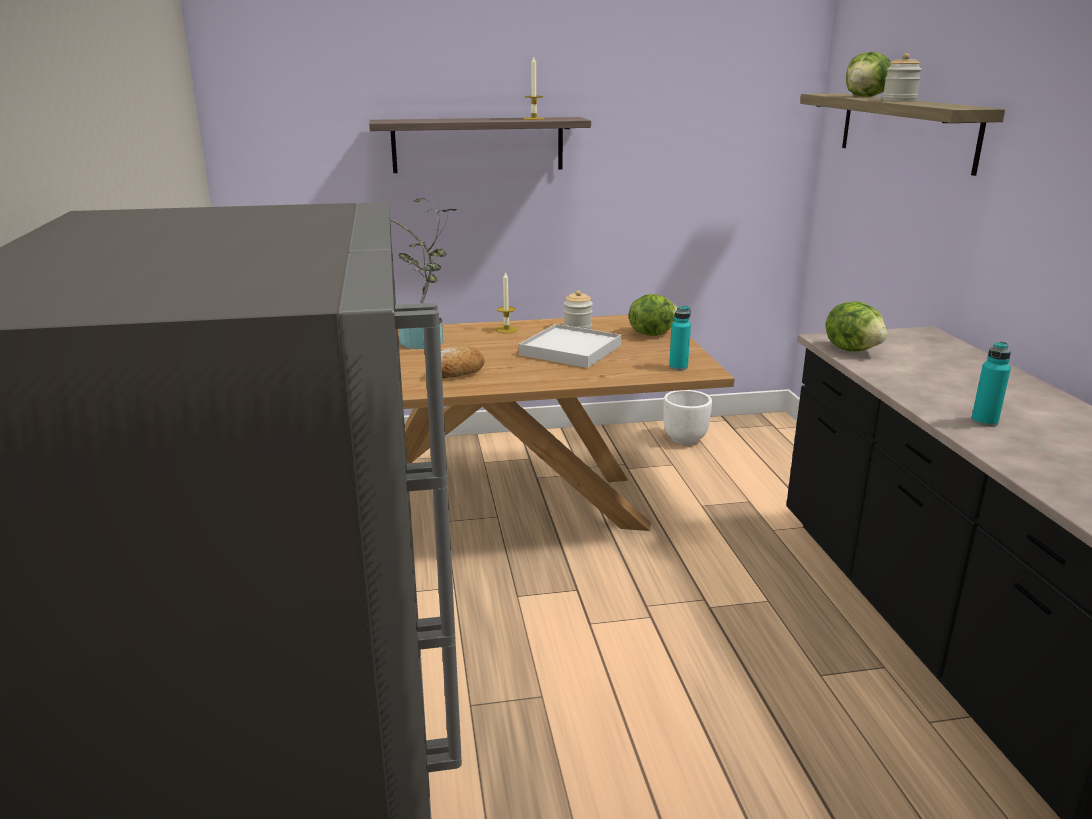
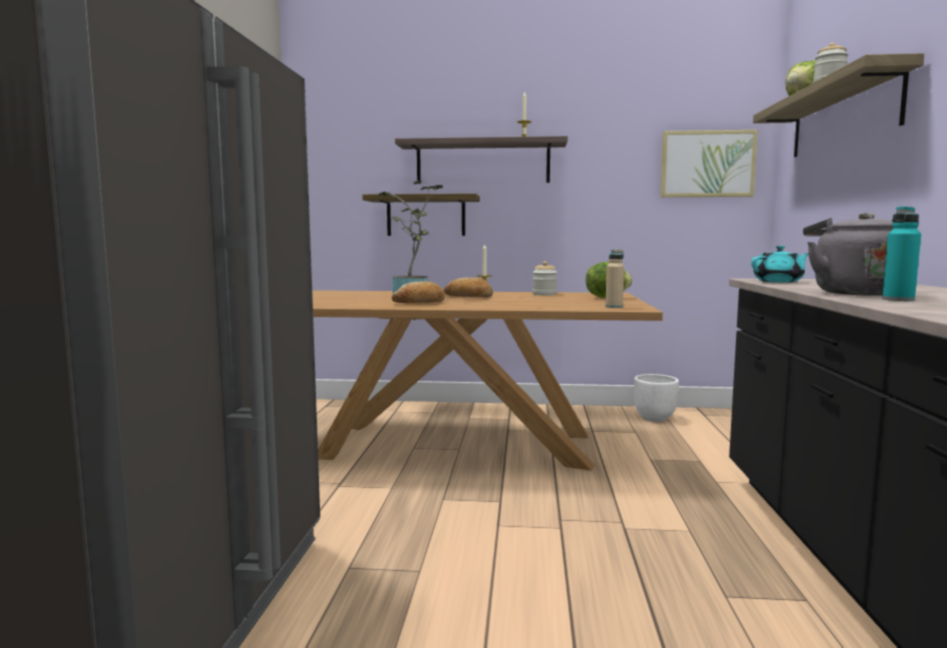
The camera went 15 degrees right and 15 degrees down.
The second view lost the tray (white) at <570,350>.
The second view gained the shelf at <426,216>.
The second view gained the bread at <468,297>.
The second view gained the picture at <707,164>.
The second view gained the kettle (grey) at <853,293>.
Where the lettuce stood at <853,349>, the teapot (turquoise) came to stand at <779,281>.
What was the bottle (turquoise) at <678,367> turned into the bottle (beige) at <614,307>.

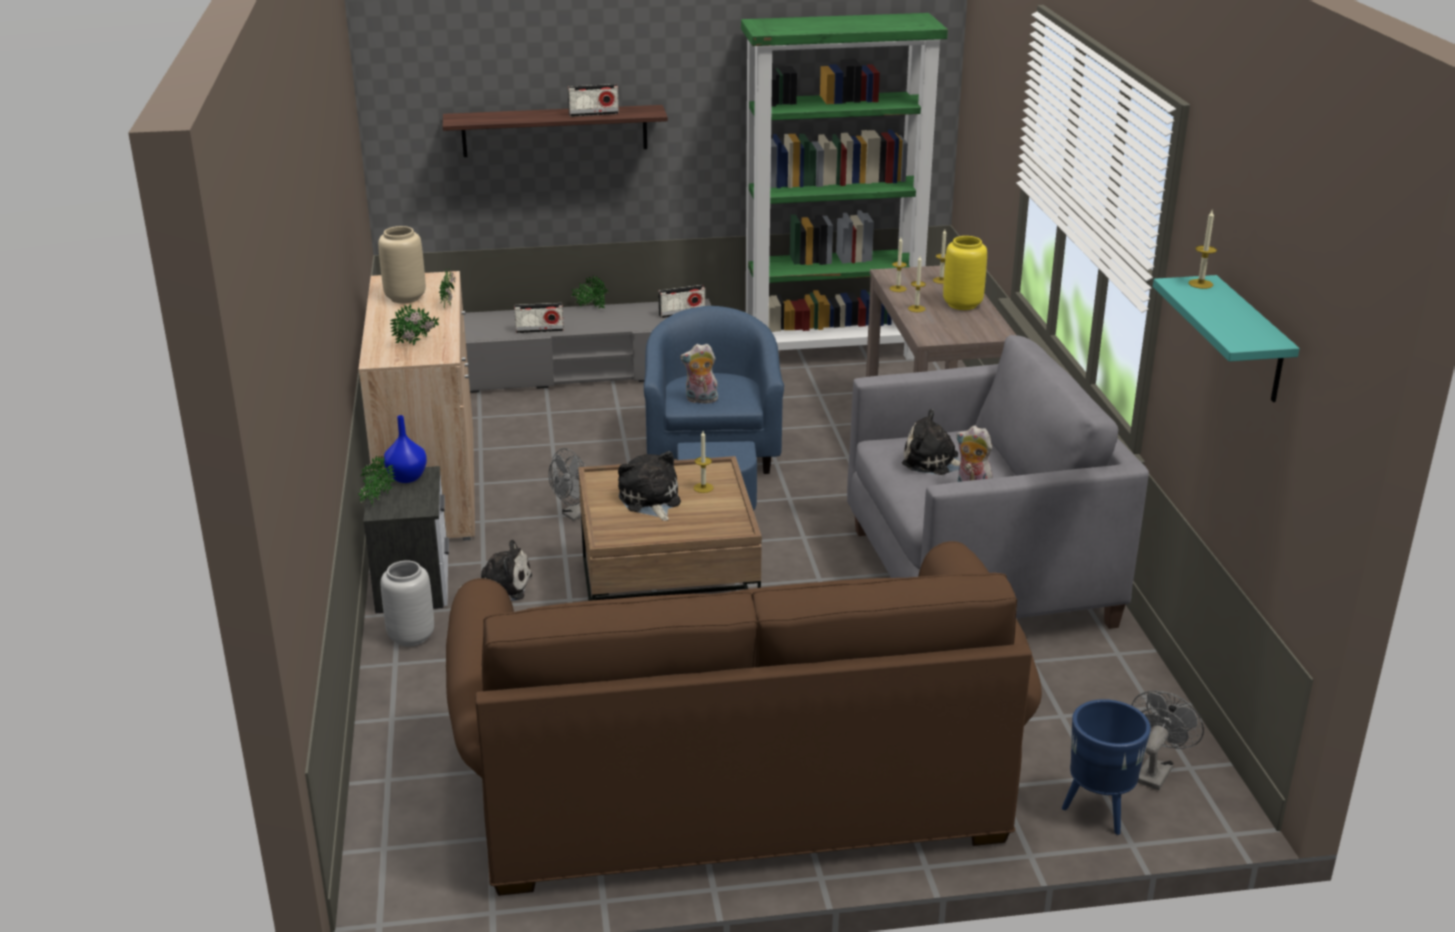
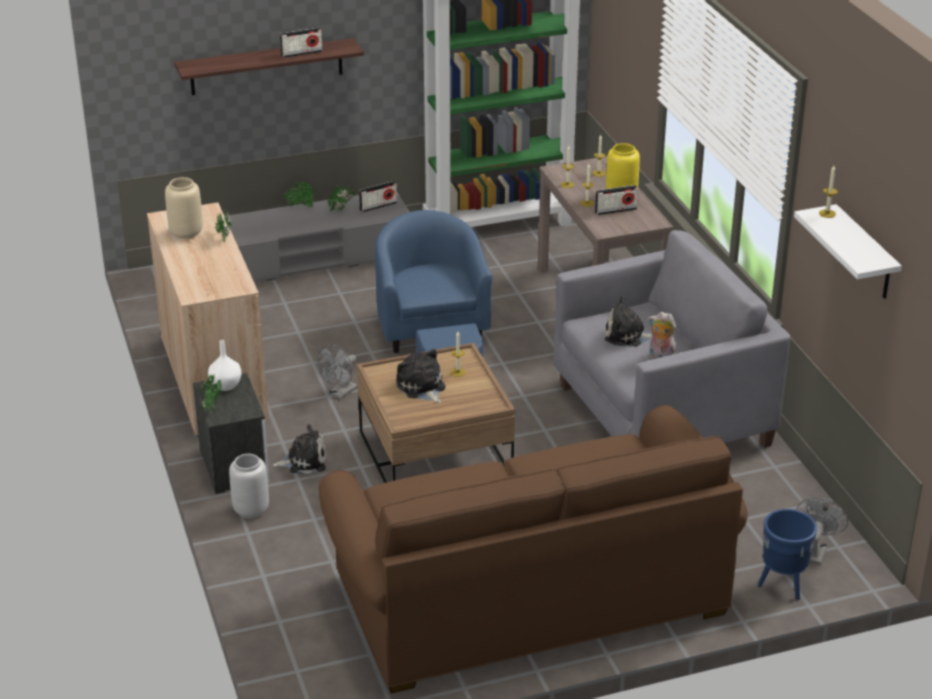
The camera went 10 degrees left and 5 degrees up.
The second view lost the plush toy at <700,400>.
The potted plant ended up elsewhere, having gone from <417,343> to <342,209>.
The radio ended up elsewhere, having gone from <539,330> to <615,210>.
What was the vase (blue) at <407,478> turned into the vase (white) at <226,386>.
What was the shelf (turquoise) at <1250,341> turned into the shelf (white) at <865,254>.

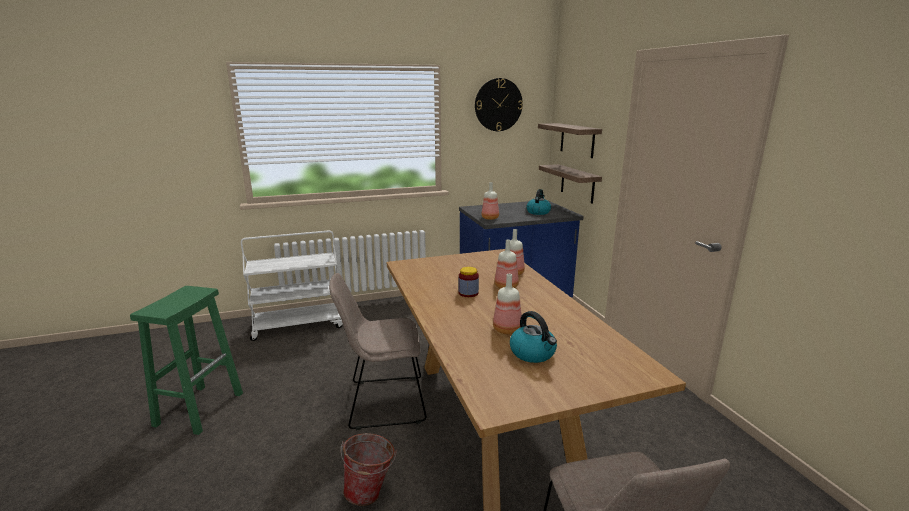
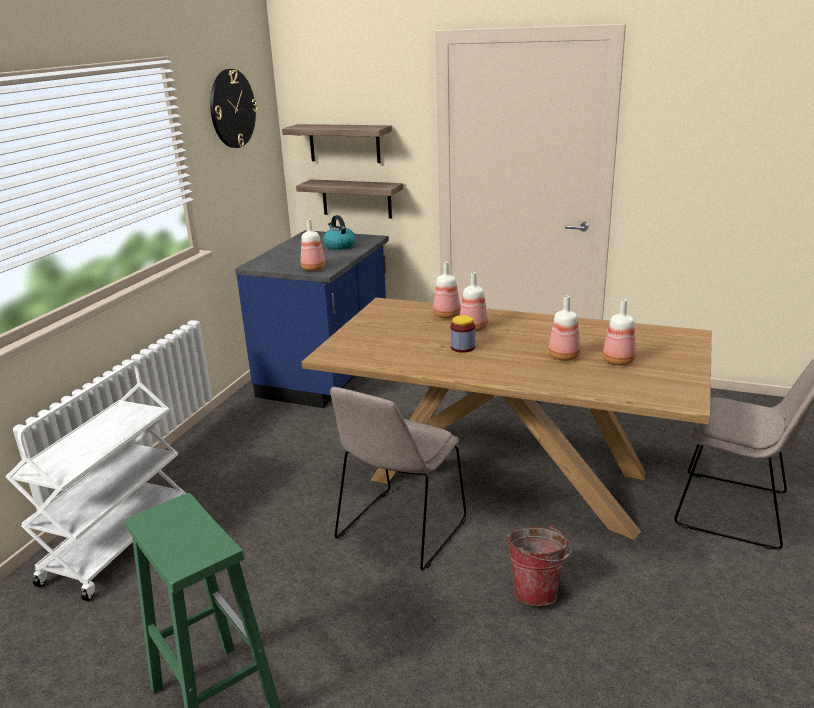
The camera went 50 degrees left and 5 degrees up.
Where the kettle stood at <533,353>, the bottle came to stand at <617,361>.

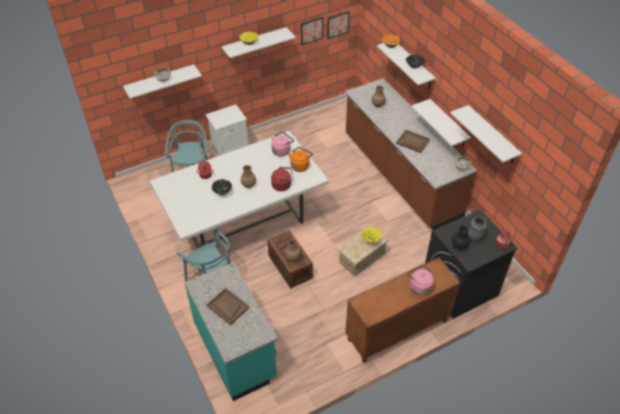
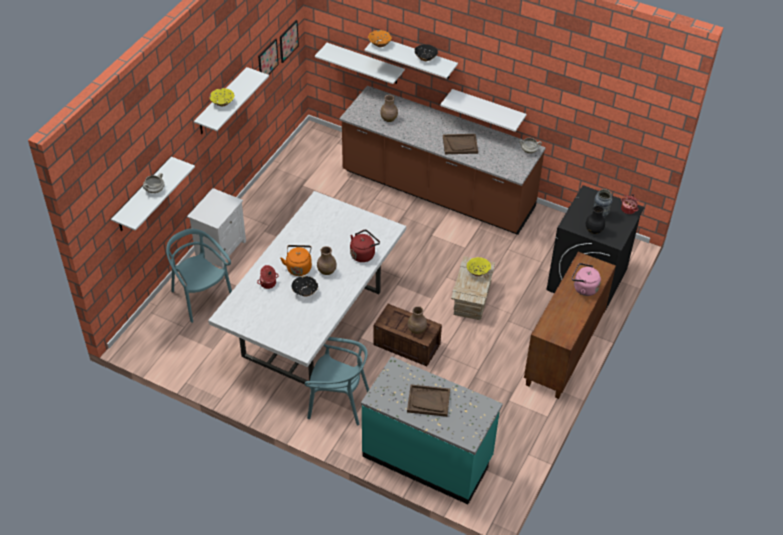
The camera went 35 degrees left and 0 degrees up.
The second view lost the kettle (pink) at <282,150>.
The kettle (orange) ended up elsewhere, having gone from <300,166> to <299,267>.
The shelf (white) ended up elsewhere, having gone from <492,135> to <365,64>.

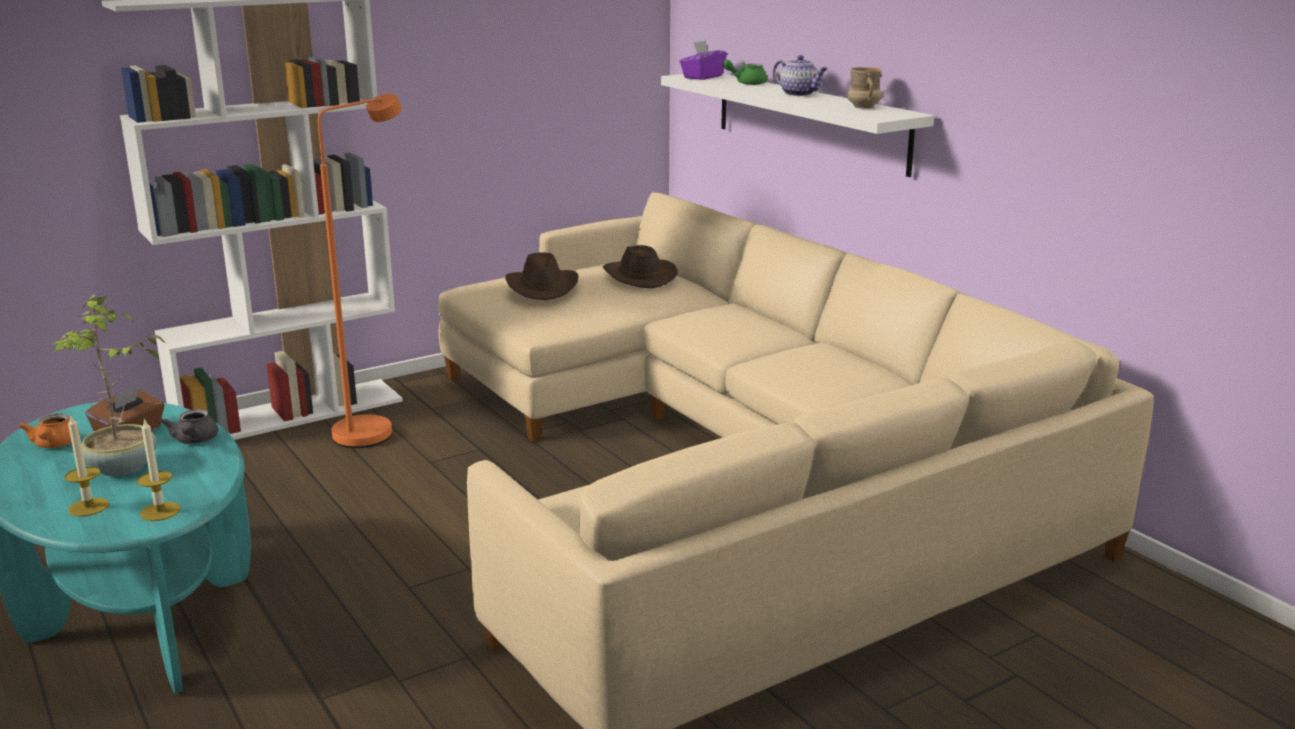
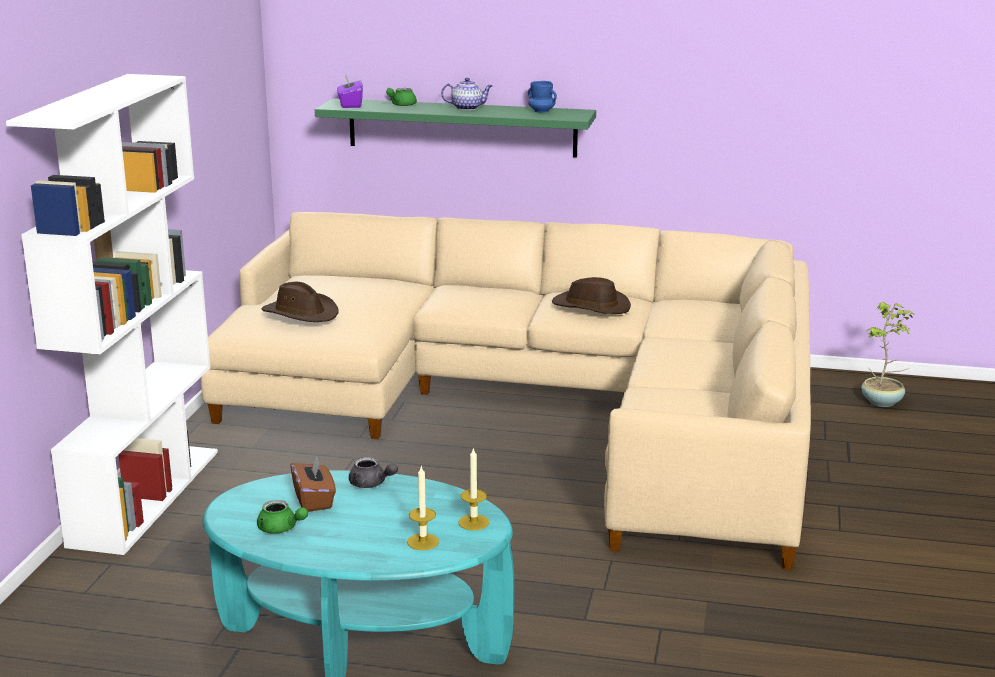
The camera went 45 degrees left and 0 degrees up.
The second view lost the floor lamp (orange) at <374,429>.
The potted plant ended up elsewhere, having gone from <122,468> to <883,402>.
The hat (brown) ended up elsewhere, having gone from <638,276> to <591,306>.
What was the teapot (orange) at <54,445> turned into the teapot (green) at <281,529>.
What was the shelf (white) at <809,120> turned into the shelf (green) at <462,127>.
What was the mug (beige) at <863,107> turned into the mug (blue) at <541,111>.

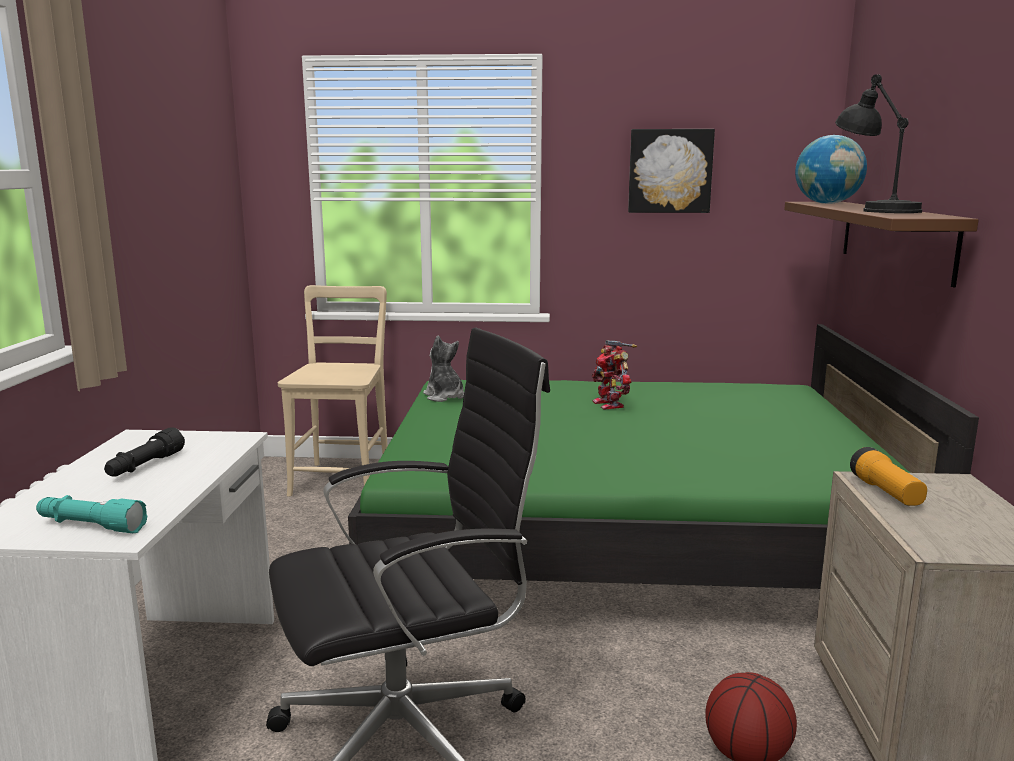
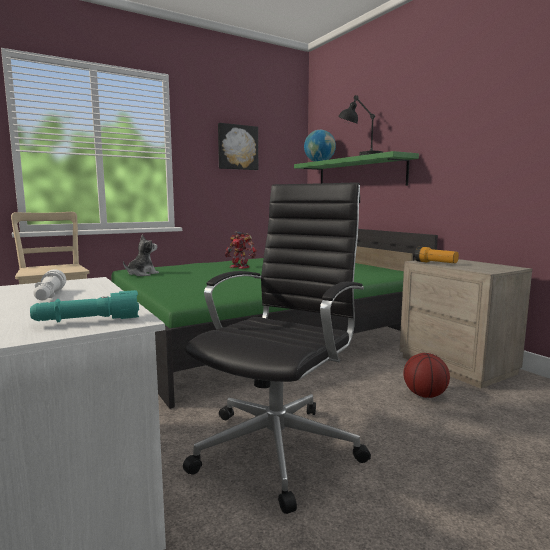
The camera went 35 degrees left and 5 degrees down.
What was the flashlight (black) at <144,466> turned into the flashlight (white) at <49,297>.
What was the shelf (brown) at <894,238> turned into the shelf (green) at <359,173>.
The plush toy at <444,397> ended up facing another way, 105 degrees clockwise from before.

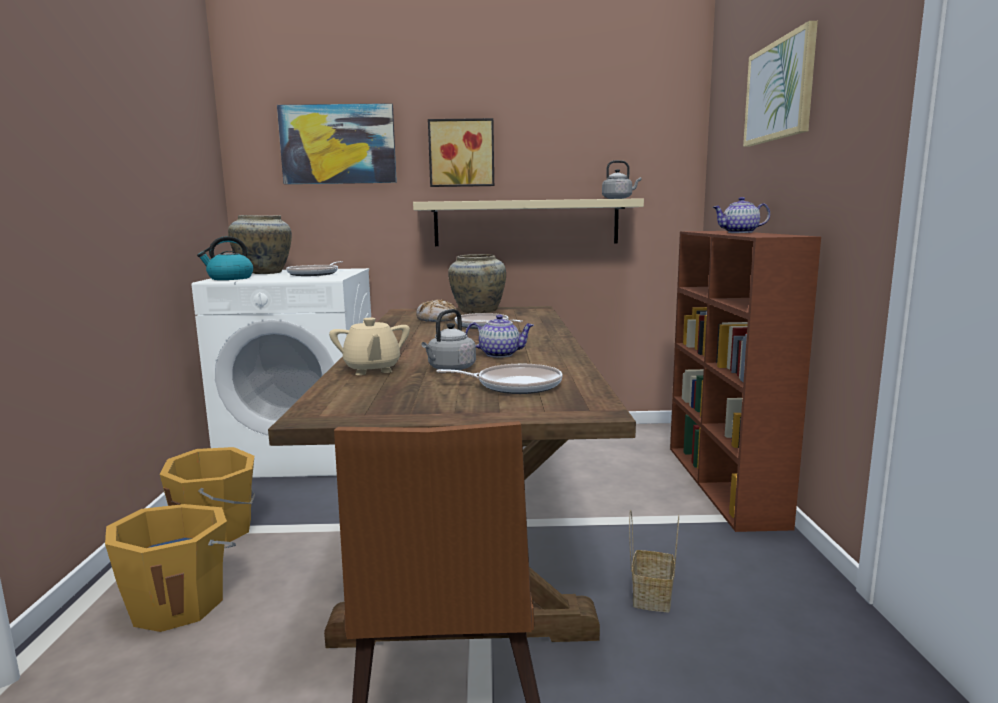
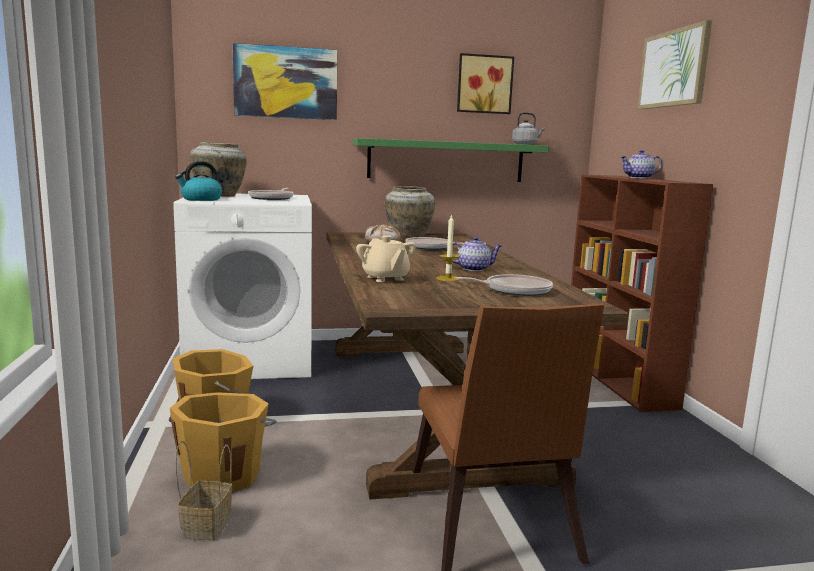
The camera went 10 degrees left and 0 degrees up.
The picture ended up elsewhere, having gone from <461,153> to <484,84>.
The basket ended up elsewhere, having gone from <651,595> to <206,525>.
Where the kettle (grey) stood at <450,369>, the candle came to stand at <448,278>.
What was the shelf (beige) at <526,223> turned into the shelf (green) at <446,161>.

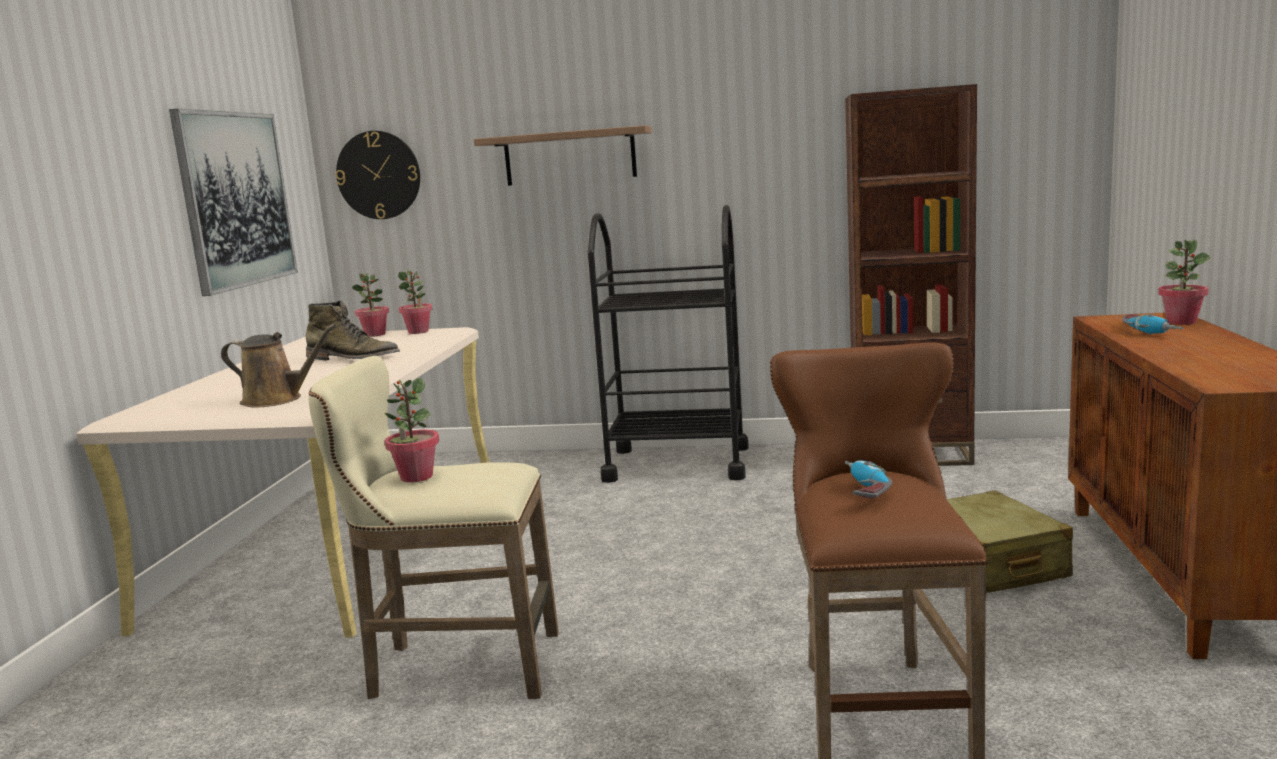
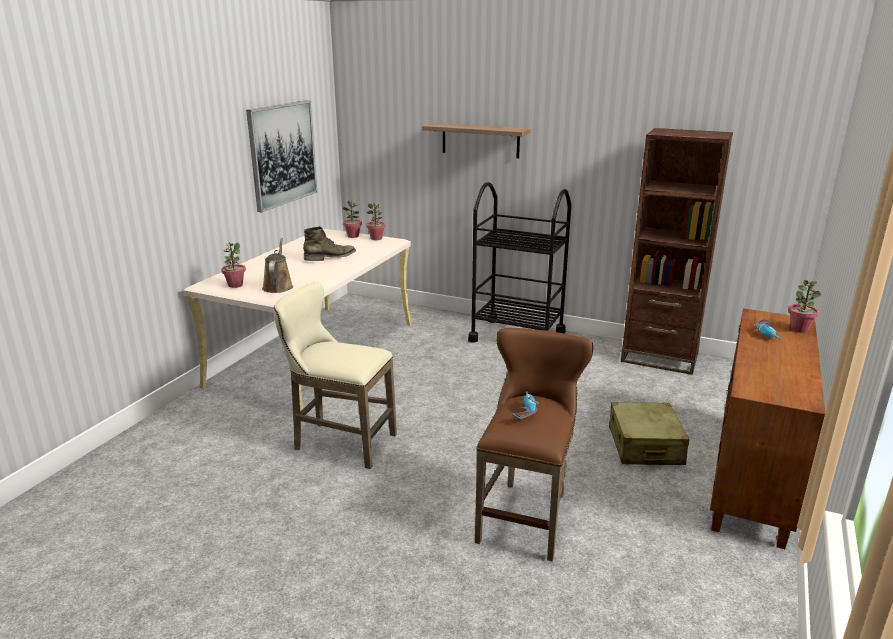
The camera went 15 degrees right and 10 degrees up.
The second view lost the wall clock at <378,175>.
The potted plant ended up elsewhere, having gone from <416,477> to <235,285>.
The watering can (brown) at <277,400> ended up facing another way, 120 degrees counterclockwise from before.
The boot (green) at <353,359> ended up facing another way, 60 degrees counterclockwise from before.

